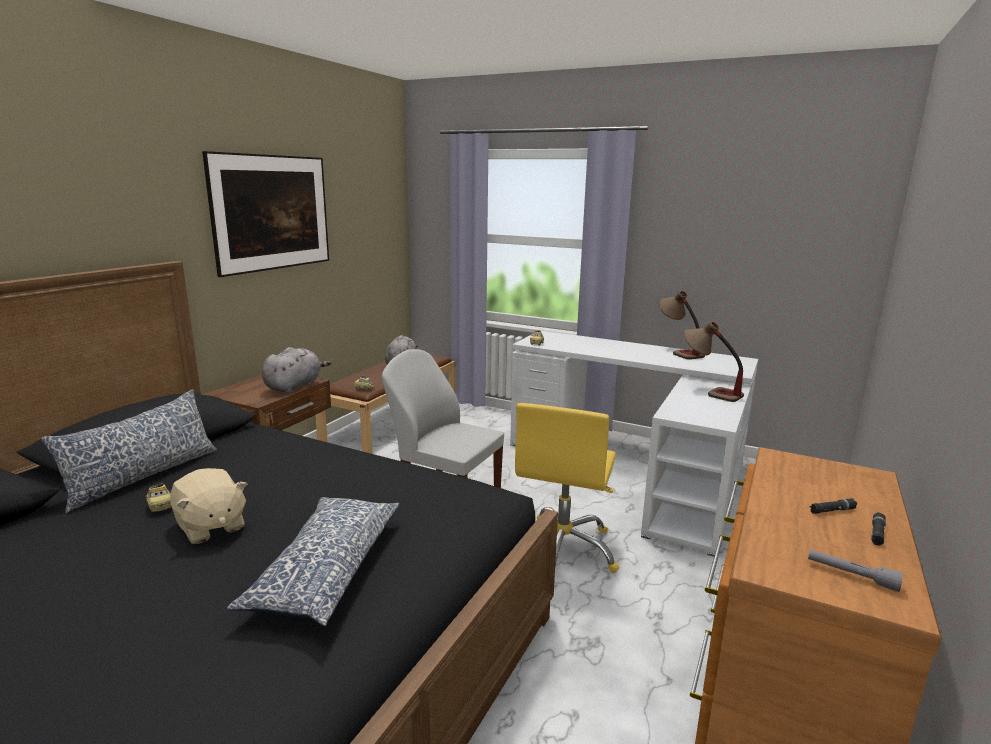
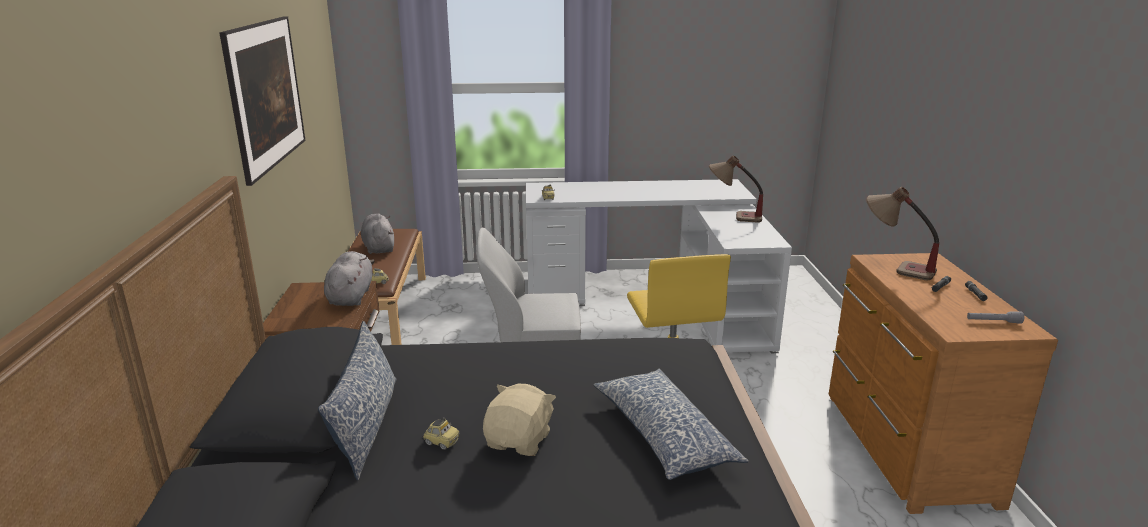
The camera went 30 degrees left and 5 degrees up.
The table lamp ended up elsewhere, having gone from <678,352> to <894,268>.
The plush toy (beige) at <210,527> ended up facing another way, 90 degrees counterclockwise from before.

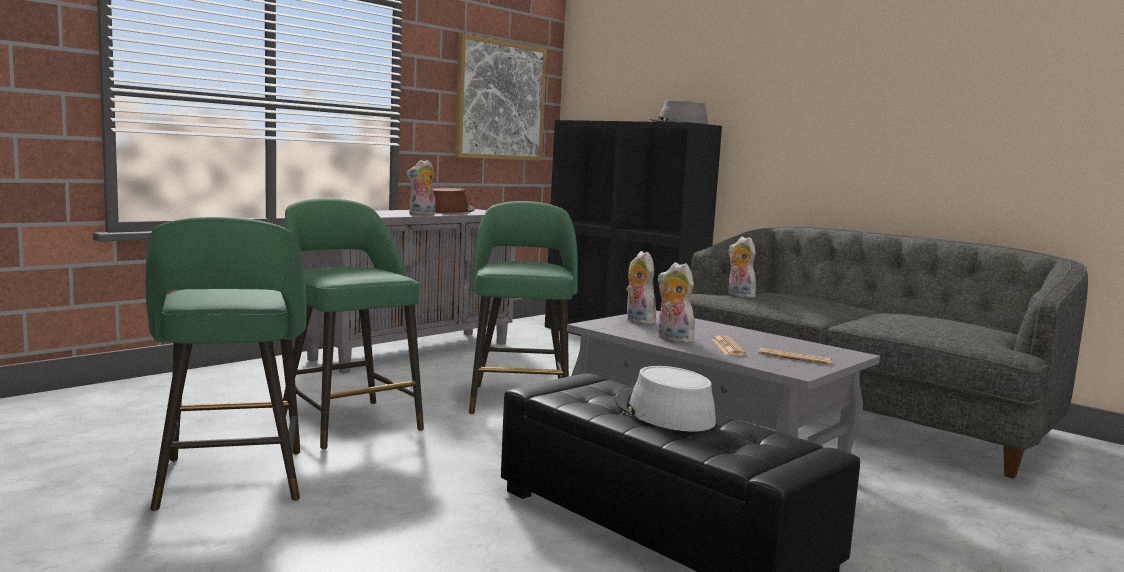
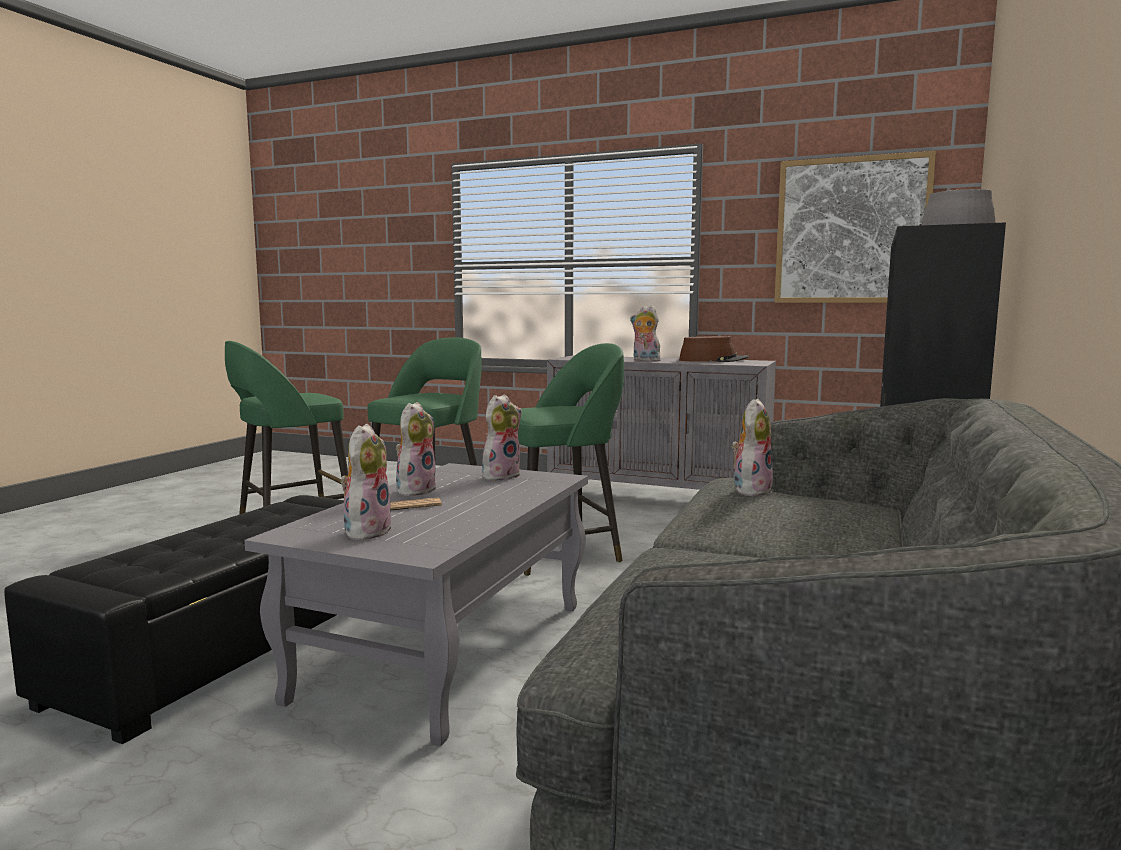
The camera went 70 degrees right and 0 degrees up.
The second view lost the hat (grey) at <663,412>.
Where the newspaper stood at <794,358>, the plush toy came to stand at <366,531>.

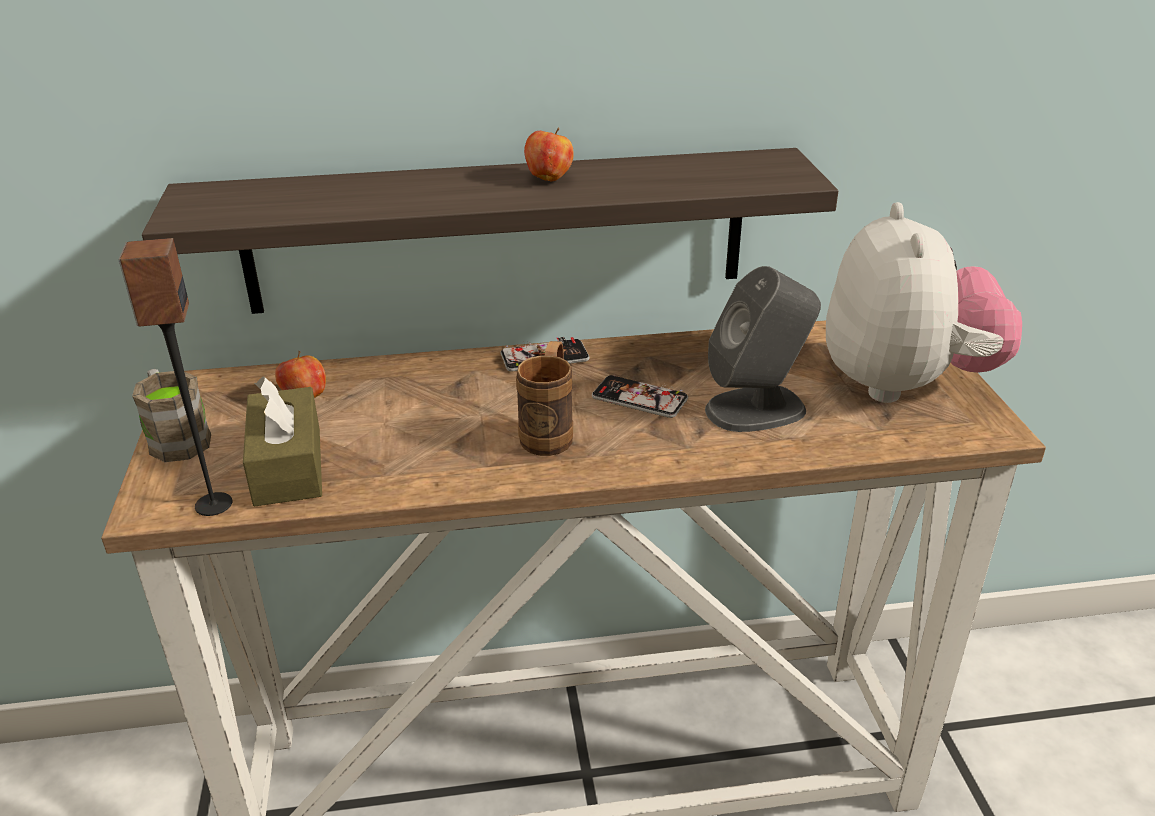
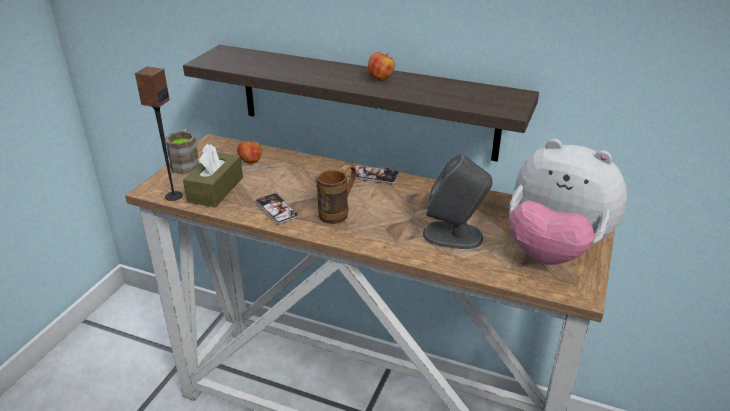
The camera went 30 degrees right and 0 degrees up.
The phone ended up elsewhere, having gone from <639,398> to <276,209>.
The plush toy at <904,384> ended up facing another way, 90 degrees clockwise from before.

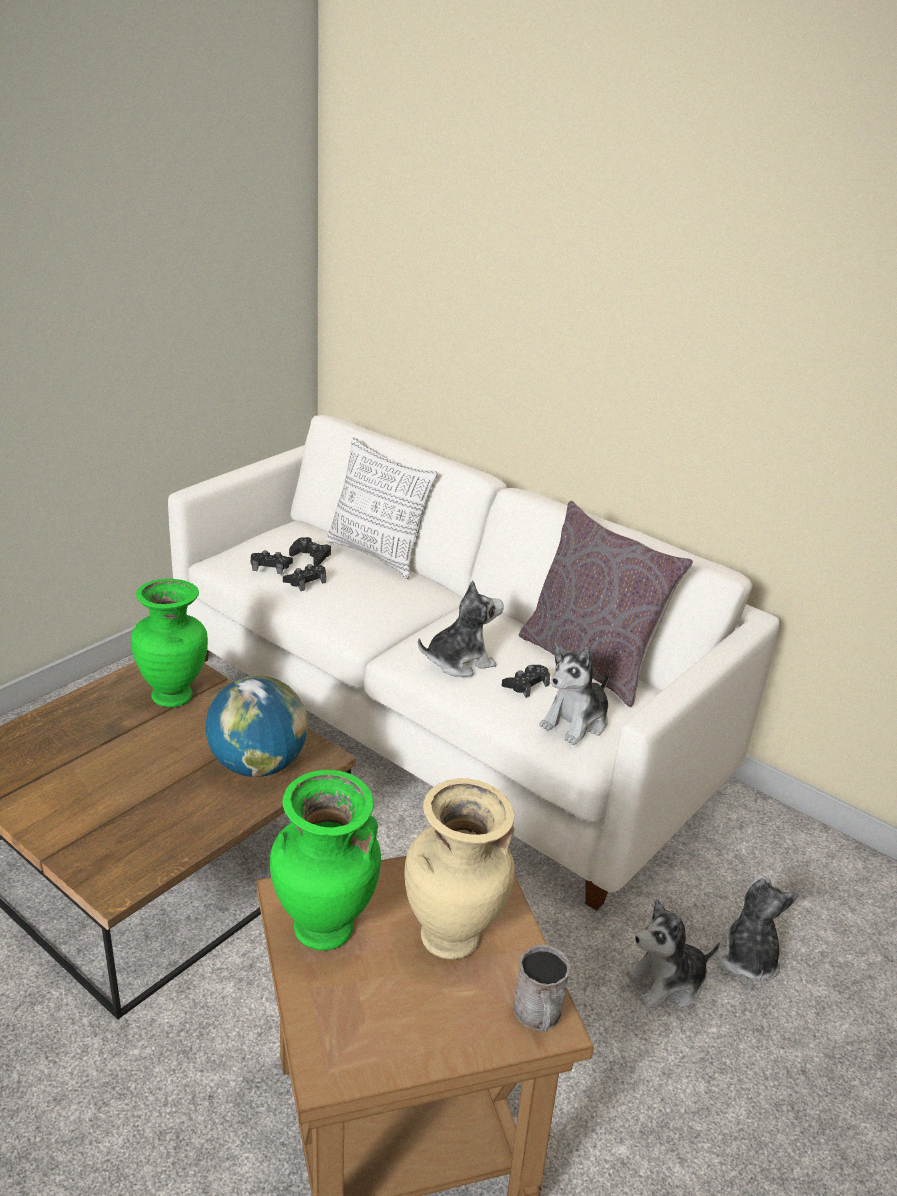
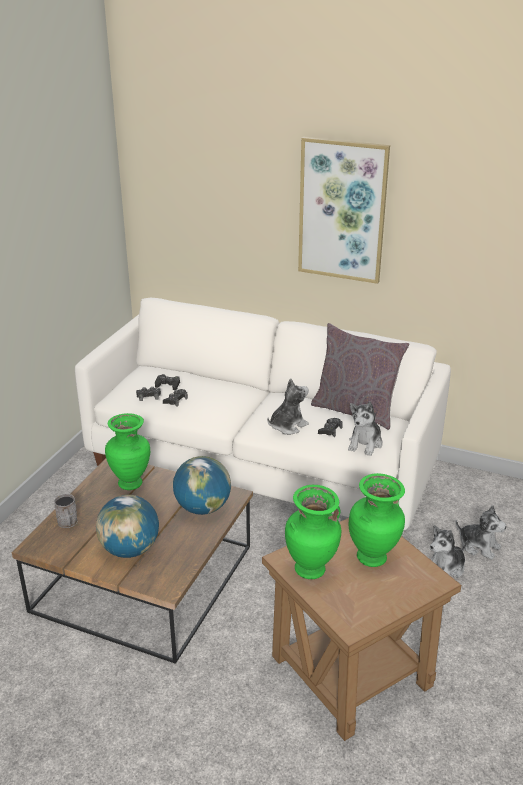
The camera went 15 degrees left and 0 degrees up.
The second view lost the pillow at <377,555>.
The second view gained the globe at <130,549>.
The second view gained the picture at <342,211>.
The mug (grey) ended up elsewhere, having gone from <538,1016> to <68,523>.
What was the vase (beige) at <452,940> turned into the vase (green) at <373,558>.
The plush toy at <748,957> ended up facing another way, 135 degrees clockwise from before.

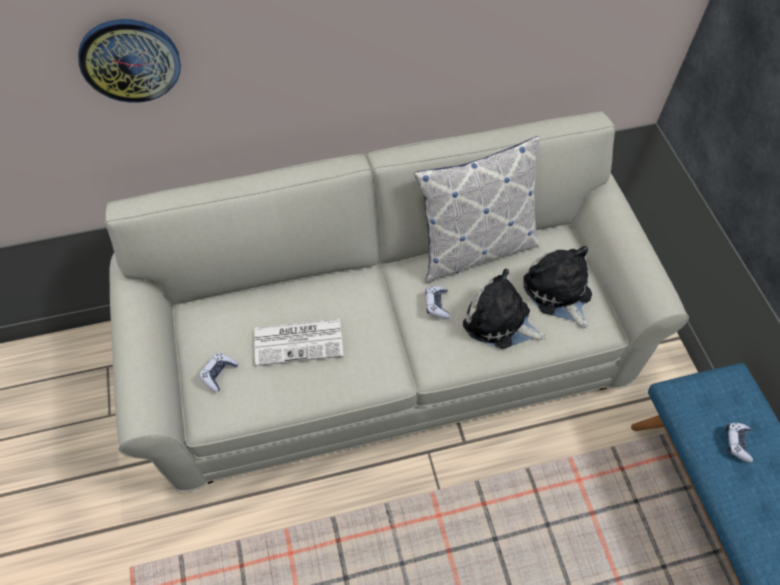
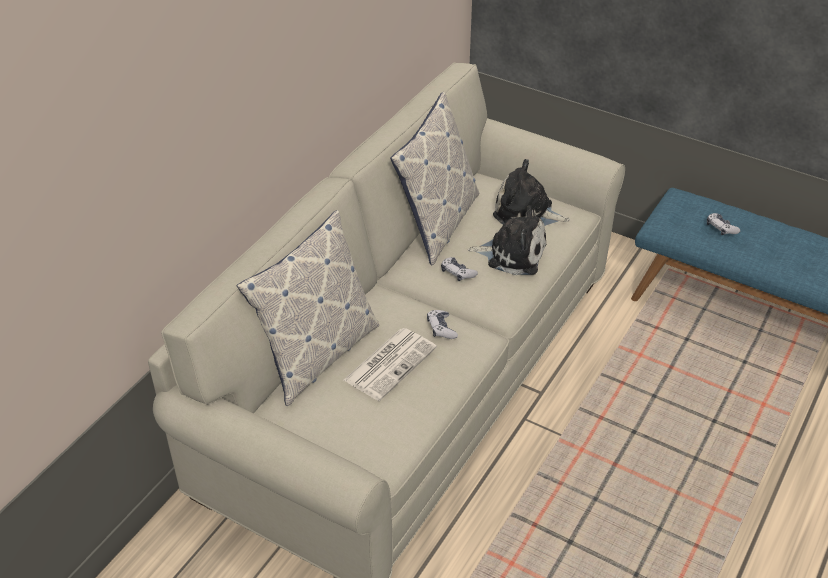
The camera went 45 degrees left and 15 degrees down.
The second view lost the wall clock at <130,60>.
The second view gained the pillow at <317,354>.
The game controller ended up elsewhere, having gone from <219,374> to <441,328>.
The plush toy at <500,322> ended up facing another way, 150 degrees counterclockwise from before.

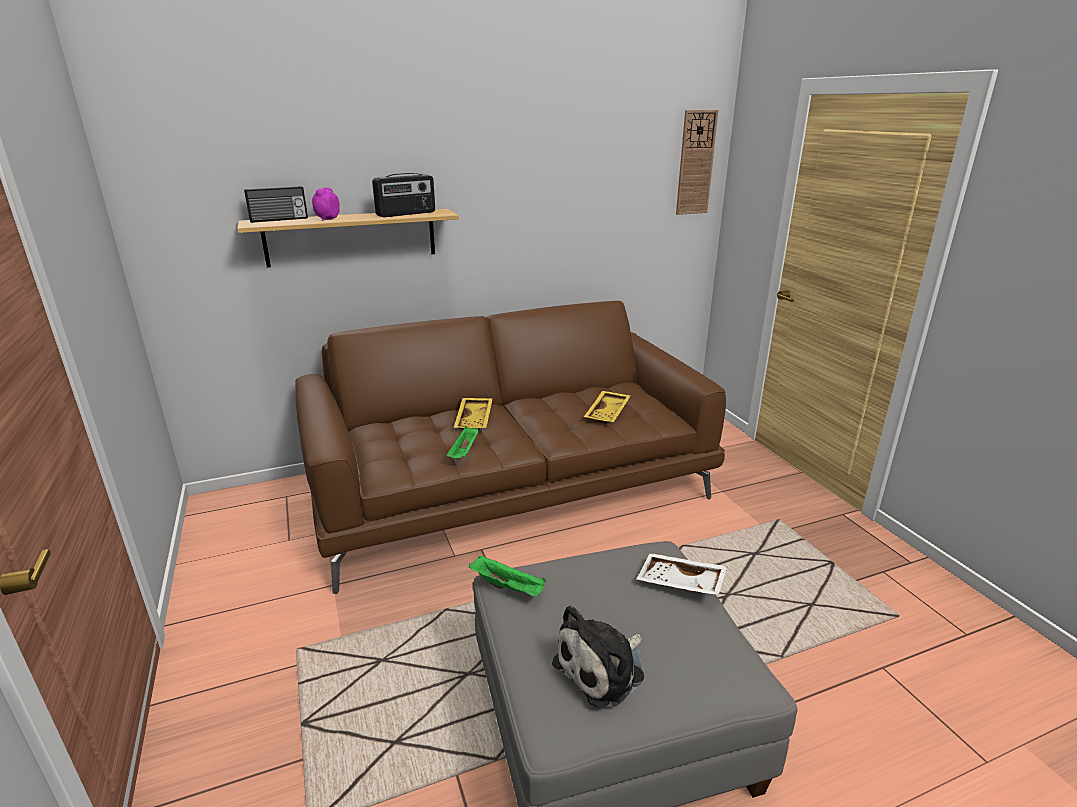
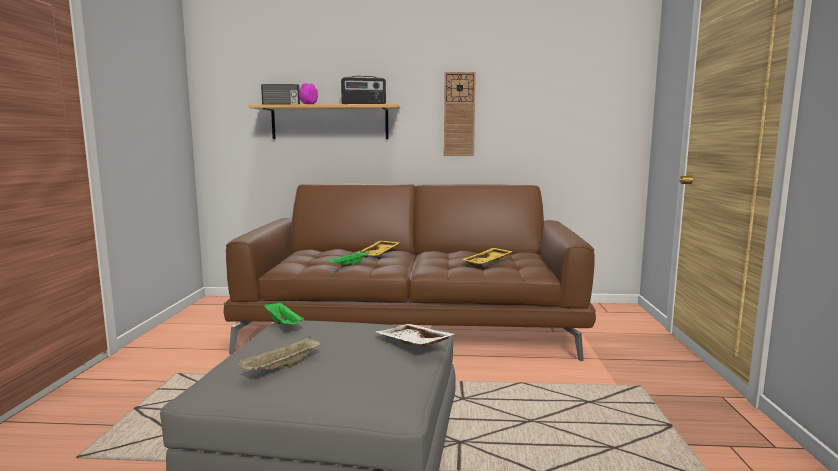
The camera went 25 degrees right and 15 degrees down.
The wall clock ended up elsewhere, having gone from <695,163> to <459,114>.
Where the plush toy stood at <603,669>, the tray (beige) came to stand at <282,368>.

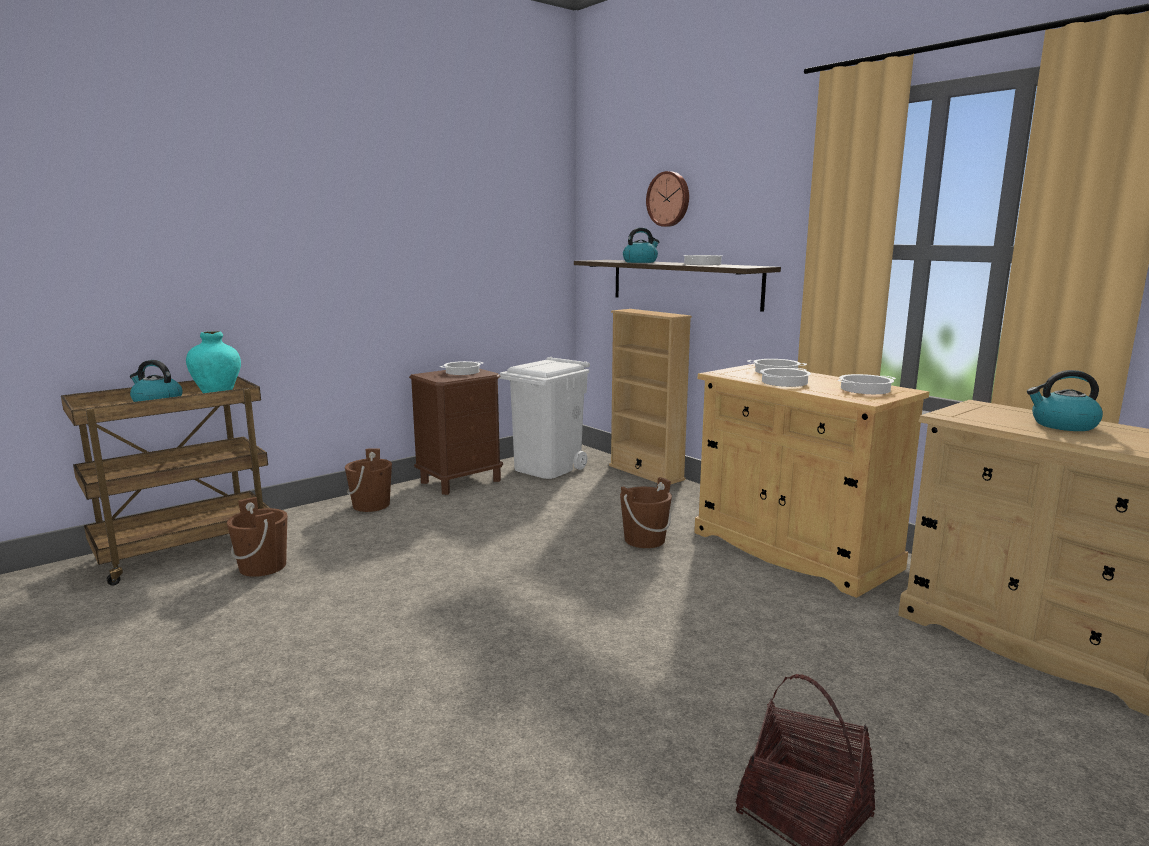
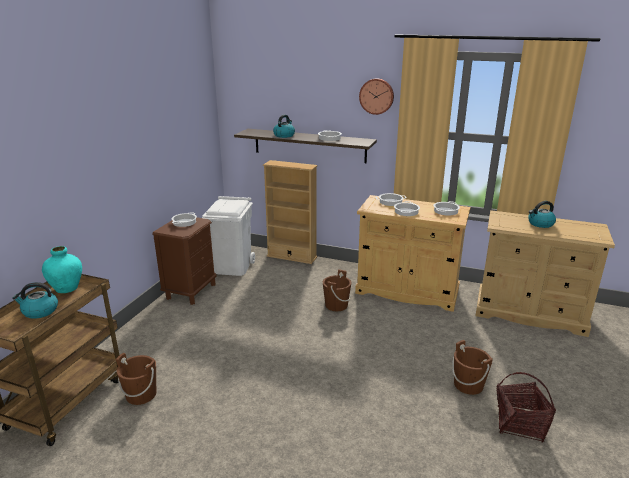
The camera went 30 degrees left and 10 degrees up.
The bucket (brown) ended up elsewhere, having gone from <371,505> to <468,385>.
The wall clock ended up elsewhere, having gone from <669,199> to <376,96>.

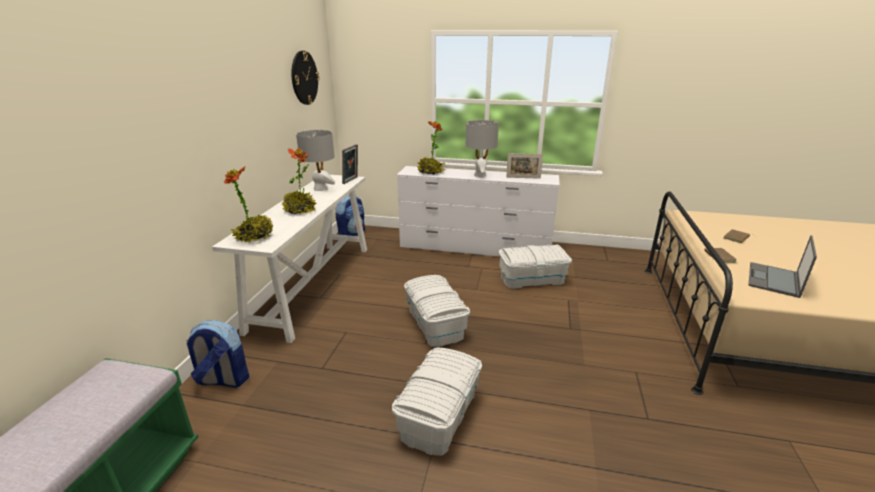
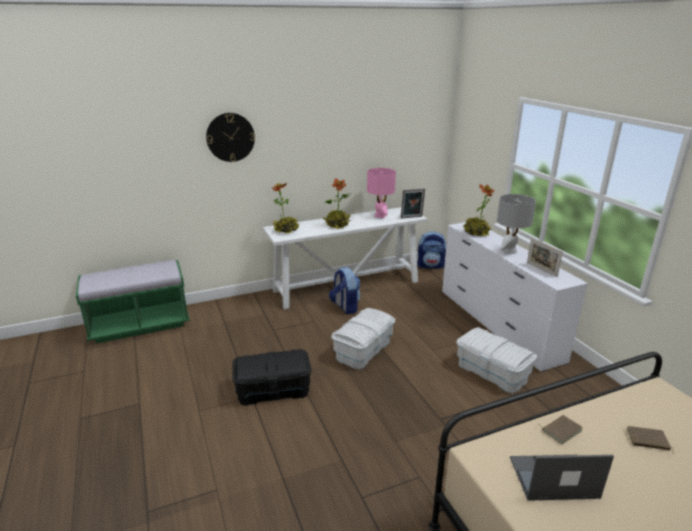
The camera went 55 degrees right and 0 degrees up.
The backpack ended up elsewhere, having gone from <223,380> to <345,307>.
The wall clock ended up elsewhere, having gone from <304,78> to <230,137>.
What was the table lamp (grey) at <320,189> turned into the table lamp (pink) at <380,216>.
What was the storage box (white) at <439,415> turned into the storage box (black) at <273,390>.

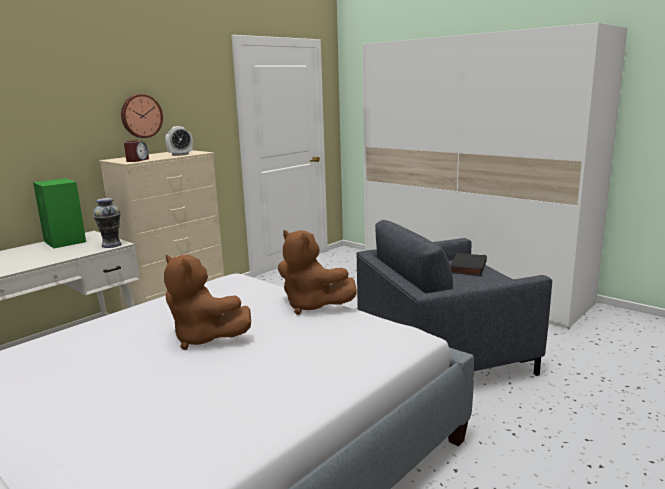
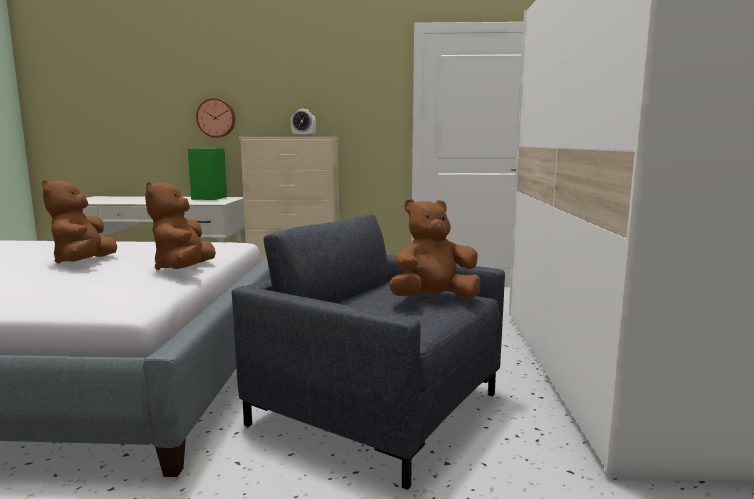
The camera went 50 degrees right and 5 degrees down.
The second view lost the vase at <112,245>.
The second view lost the alarm clock at <137,160>.
The wall clock ended up elsewhere, having gone from <141,116> to <216,118>.
Where the book (black) stood at <467,267>, the plush toy (brown) came to stand at <433,299>.

